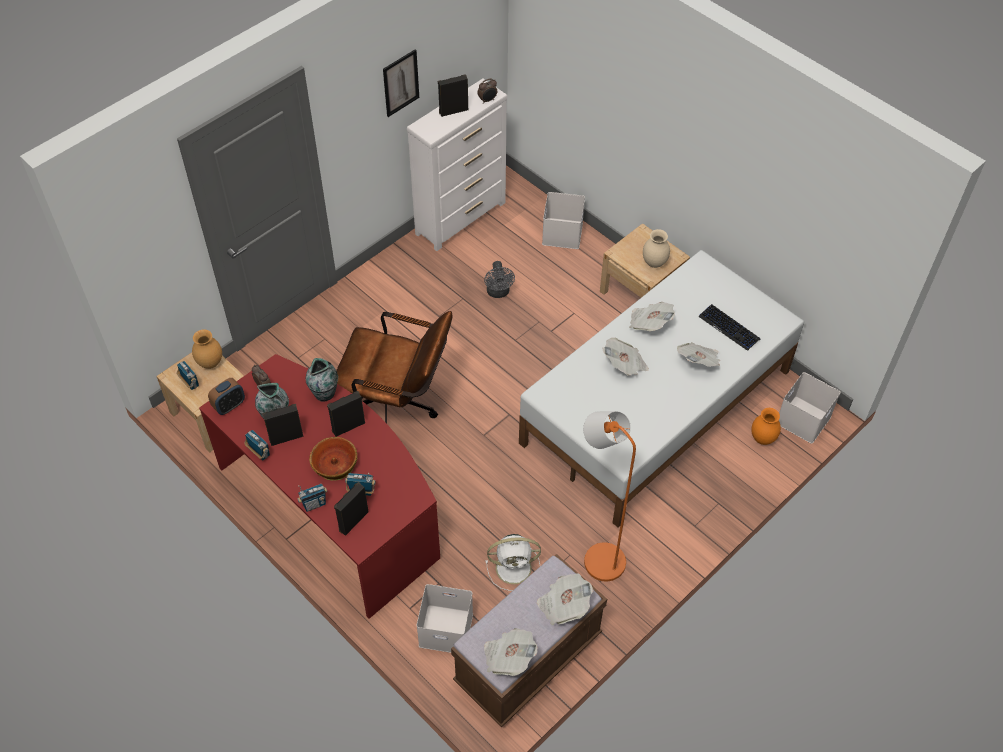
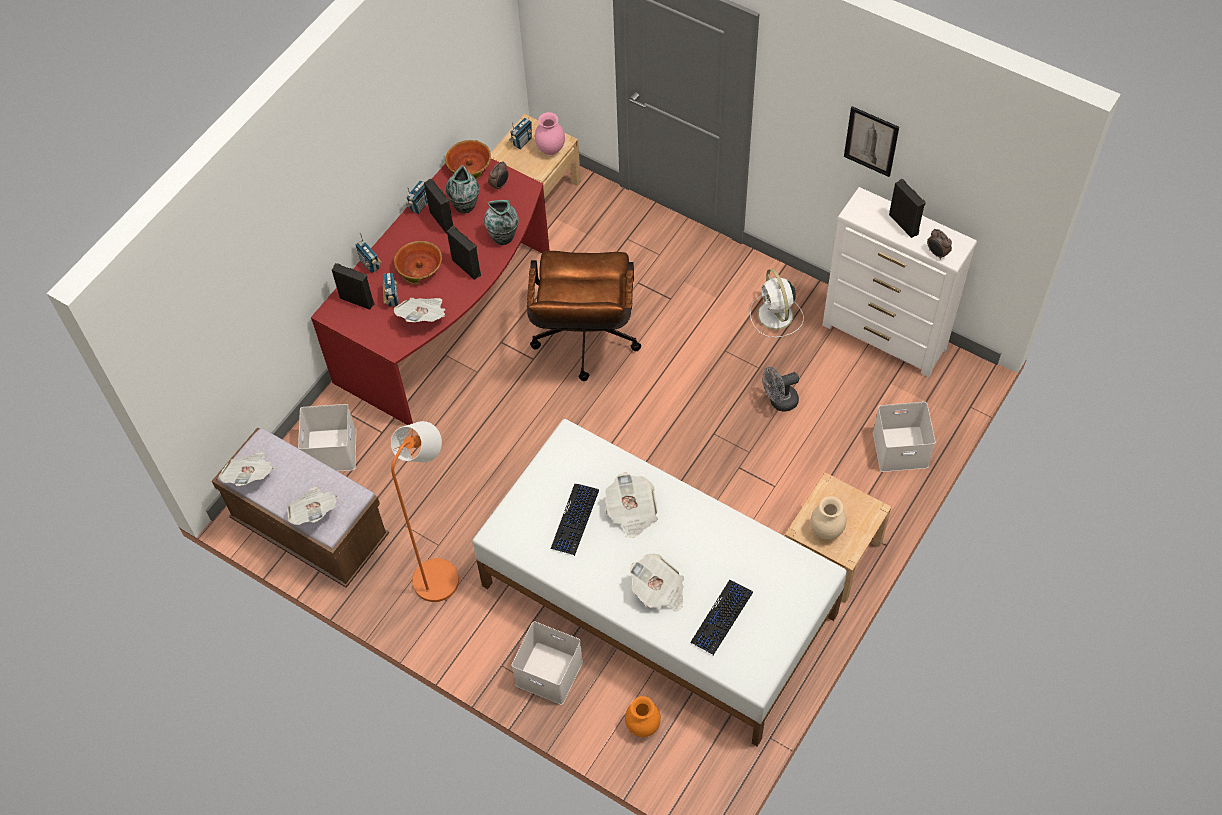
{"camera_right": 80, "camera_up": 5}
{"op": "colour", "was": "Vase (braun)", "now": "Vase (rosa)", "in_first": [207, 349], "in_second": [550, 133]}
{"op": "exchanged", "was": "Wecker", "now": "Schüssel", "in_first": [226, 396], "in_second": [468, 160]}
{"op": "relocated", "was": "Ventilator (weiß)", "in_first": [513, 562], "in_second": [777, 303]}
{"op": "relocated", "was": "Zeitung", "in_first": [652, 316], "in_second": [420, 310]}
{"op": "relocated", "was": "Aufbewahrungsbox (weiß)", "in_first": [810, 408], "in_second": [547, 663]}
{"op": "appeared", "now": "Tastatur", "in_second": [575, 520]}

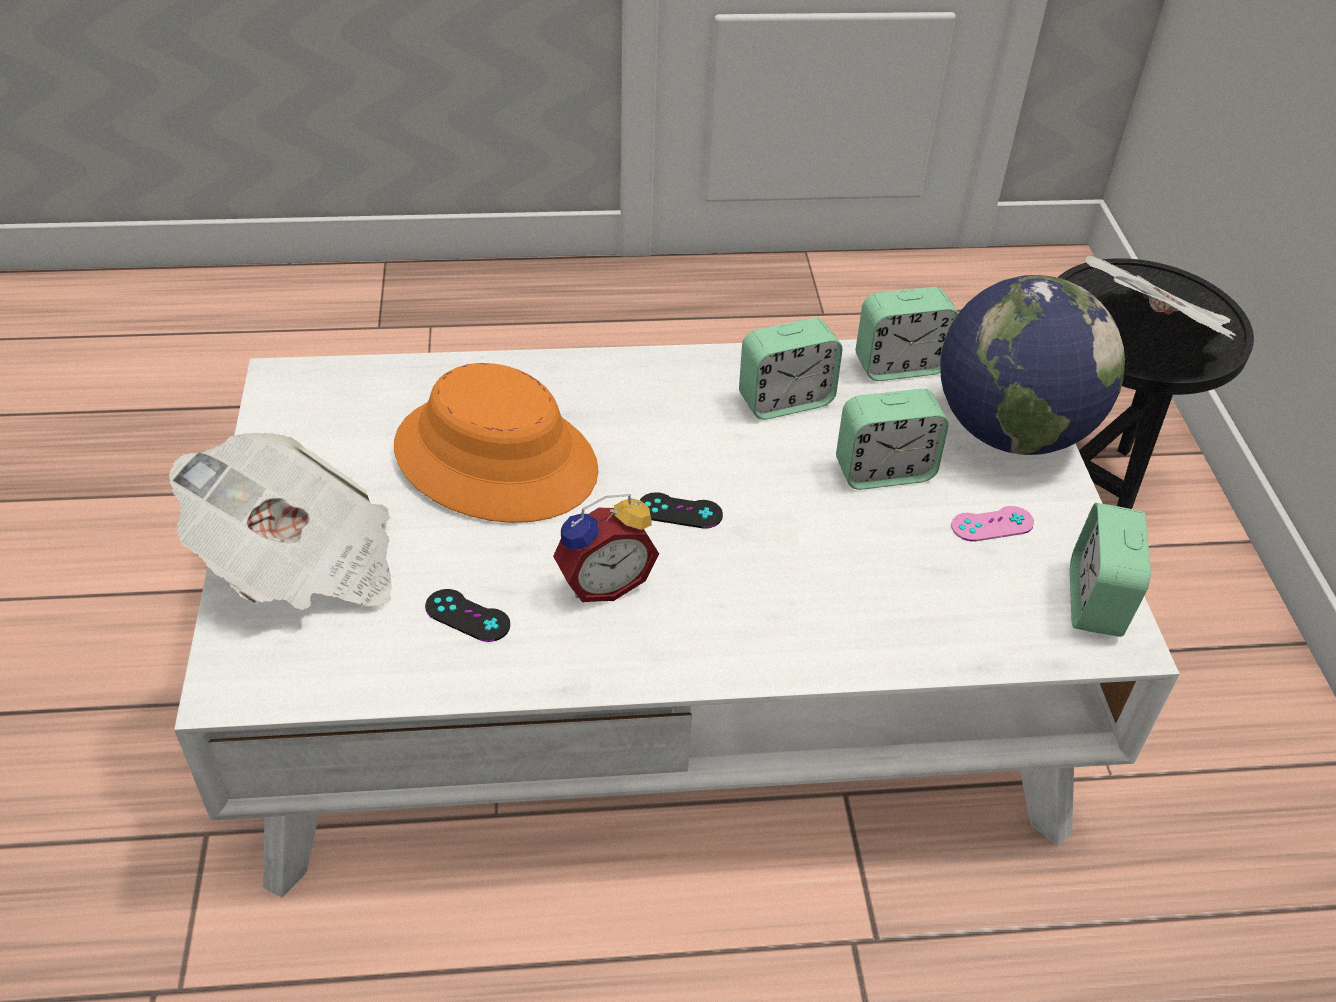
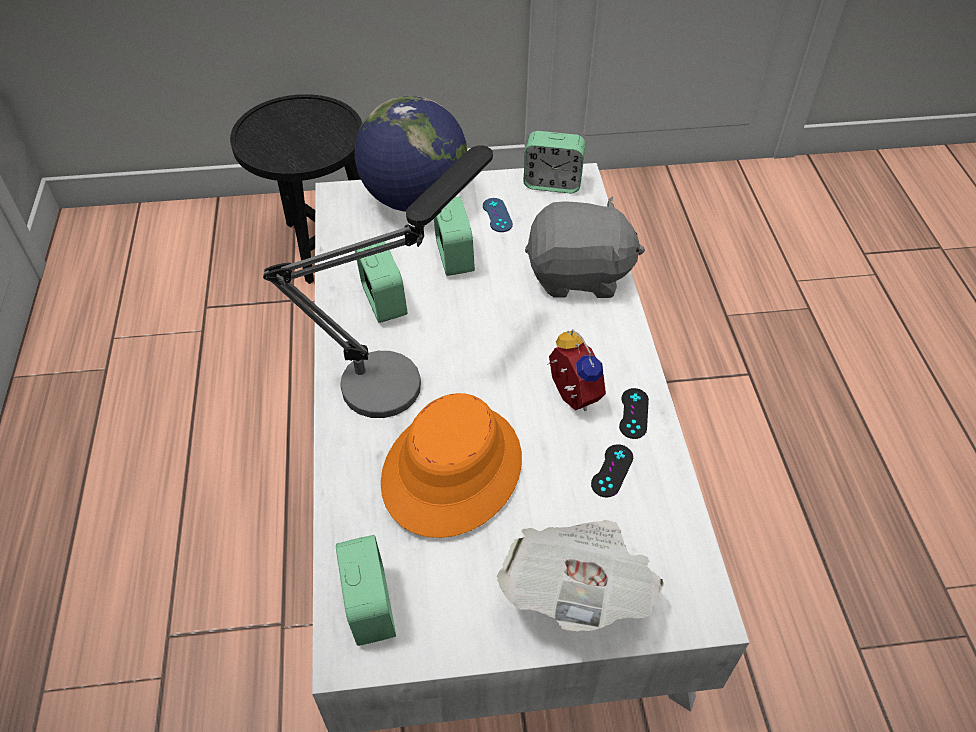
{"camera_right": -90, "camera_up": 5}
{"op": "relocated", "was": "Gamepad (schwarz)", "in_first": [681, 510], "in_second": [634, 413]}
{"op": "relocated", "was": "Wecker", "in_first": [907, 334], "in_second": [366, 590]}
{"op": "colour", "was": "Gamepad (rosa)", "now": "Gamepad (blau)", "in_first": [992, 524], "in_second": [498, 215]}
{"op": "missing", "was": "Zeitung", "in_first": [1160, 297]}
{"op": "appeared", "now": "Tischlampe", "in_second": [378, 281]}
{"op": "appeared", "now": "Plüschtier (grau)", "in_second": [585, 247]}

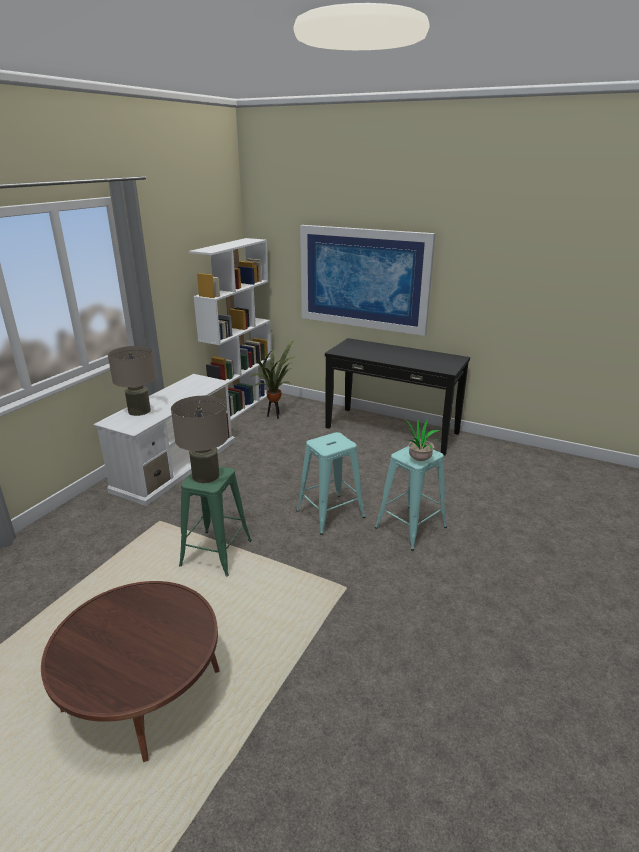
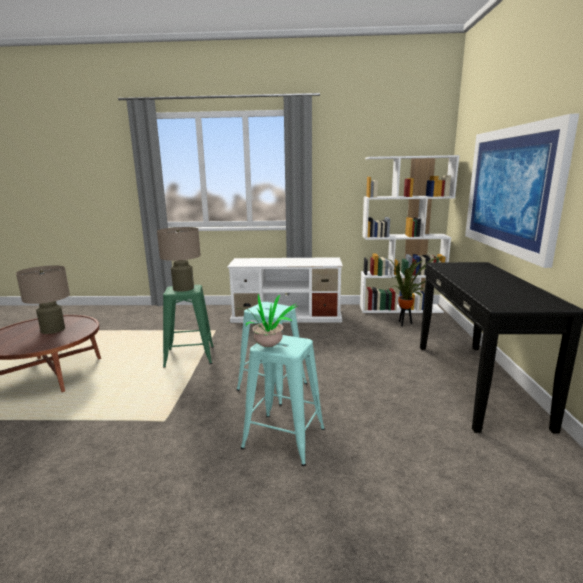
{"camera_right": 65, "camera_up": -10}
{"op": "relocated", "was": "Tischlampe (beige)", "in_first": [132, 381], "in_second": [43, 299]}

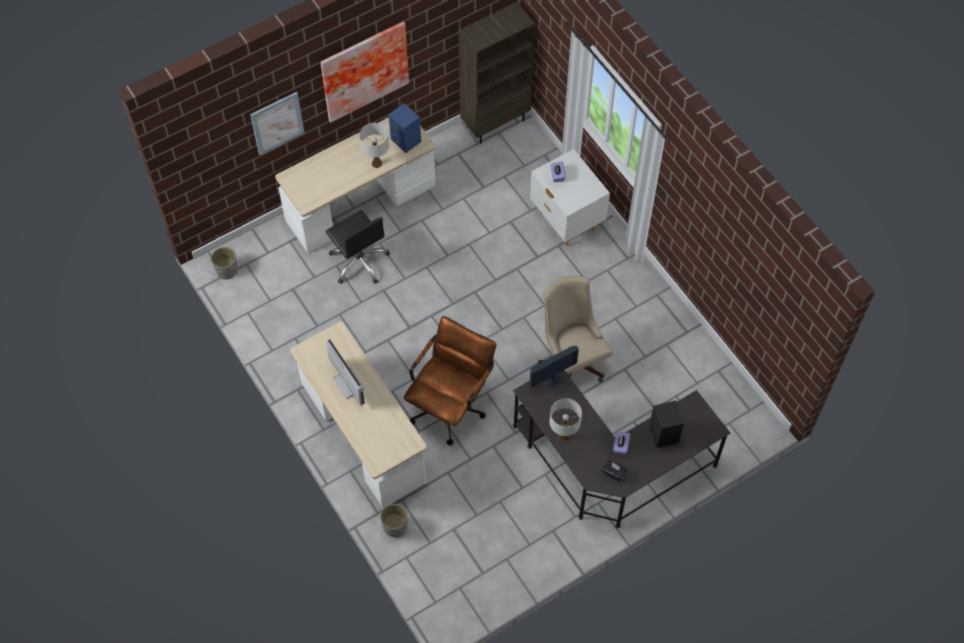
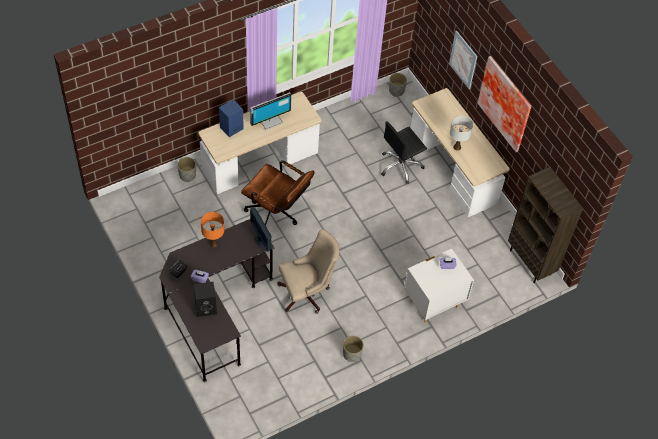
{"camera_right": 90, "camera_up": -5}
{"op": "relocated", "was": "Lautsprecher (blau)", "in_first": [405, 128], "in_second": [231, 118]}
{"op": "colour", "was": "Tischlampe (weiß)", "now": "Tischlampe (orange)", "in_first": [565, 419], "in_second": [212, 229]}
{"op": "appeared", "now": "Pflanzkübel (grau)", "in_second": [353, 349]}

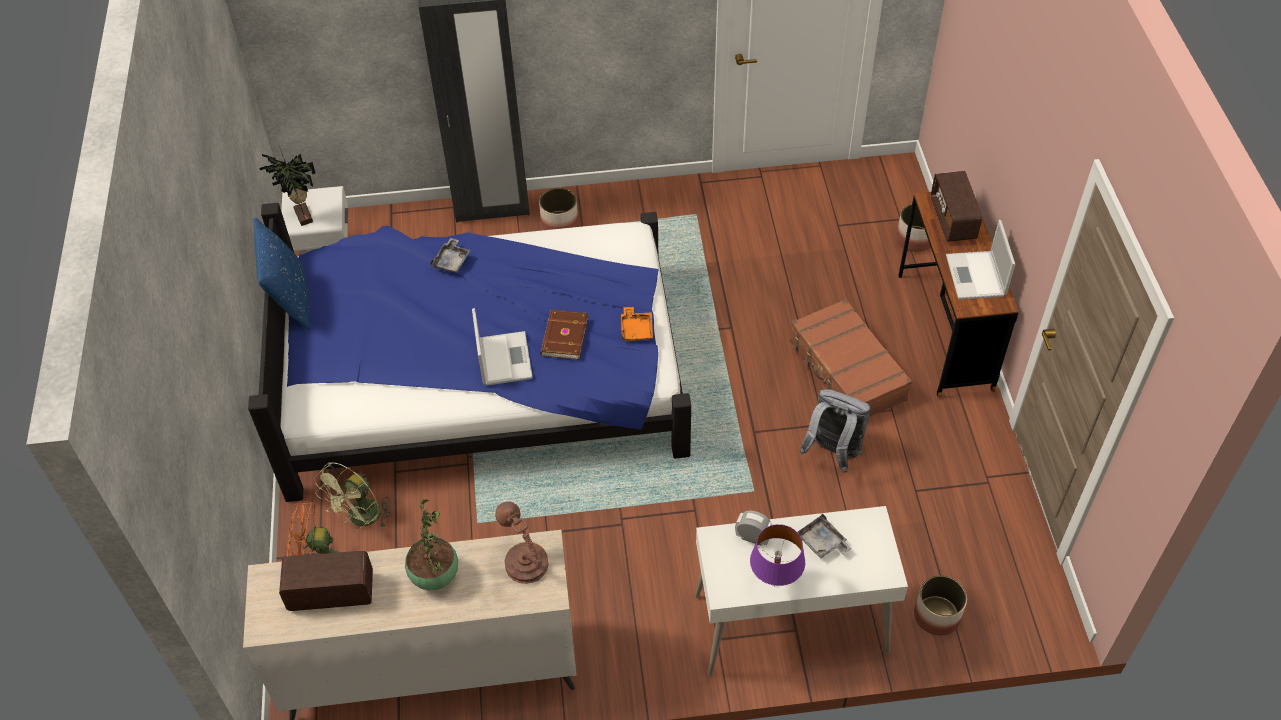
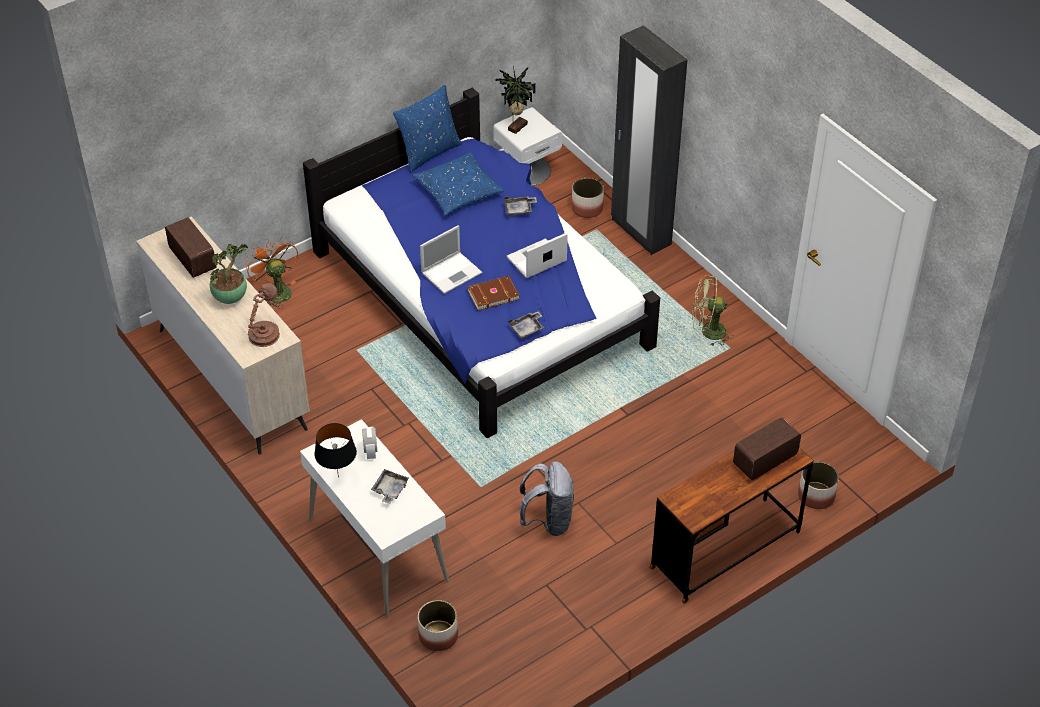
{"camera_right": 60, "camera_up": -5}
{"op": "relocated", "was": "Ventilator (grün)", "in_first": [353, 496], "in_second": [713, 311]}
{"op": "relocated", "was": "Pflanzkübel", "in_first": [559, 209], "in_second": [587, 198]}
{"op": "colour", "was": "Tablett (orange)", "now": "Tablett (grau)", "in_first": [637, 324], "in_second": [526, 325]}
{"op": "colour", "was": "Tischlampe (lila)", "now": "Tischlampe (schwarz)", "in_first": [777, 555], "in_second": [335, 450]}
{"op": "missing", "was": "Koffer (braun)", "in_first": [851, 357]}
{"op": "relocated", "was": "Laptop", "in_first": [980, 260], "in_second": [537, 255]}
{"op": "appeared", "now": "Kissen (blau)", "in_second": [458, 183]}

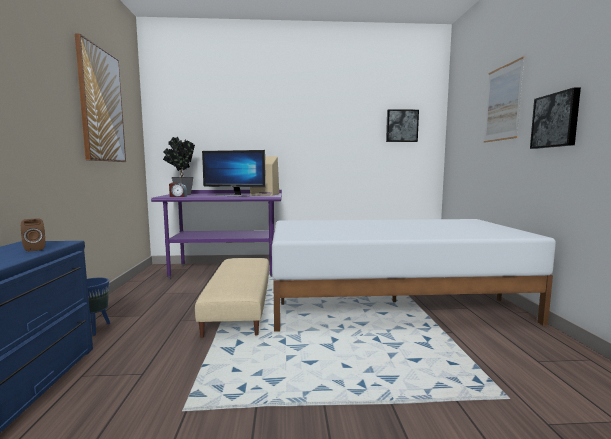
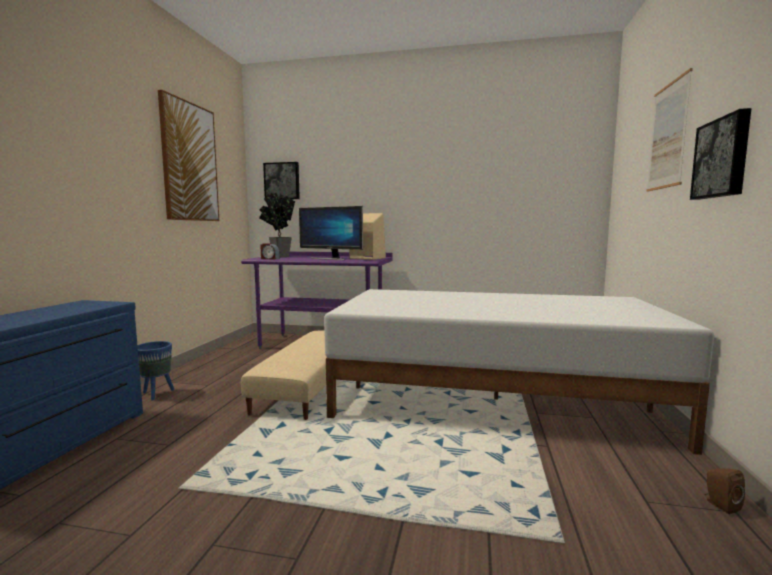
{"camera_right": 15, "camera_up": 0}
{"op": "relocated", "was": "Lautsprecher (braun)", "in_first": [33, 235], "in_second": [724, 491]}
{"op": "relocated", "was": "Bild", "in_first": [402, 125], "in_second": [281, 180]}

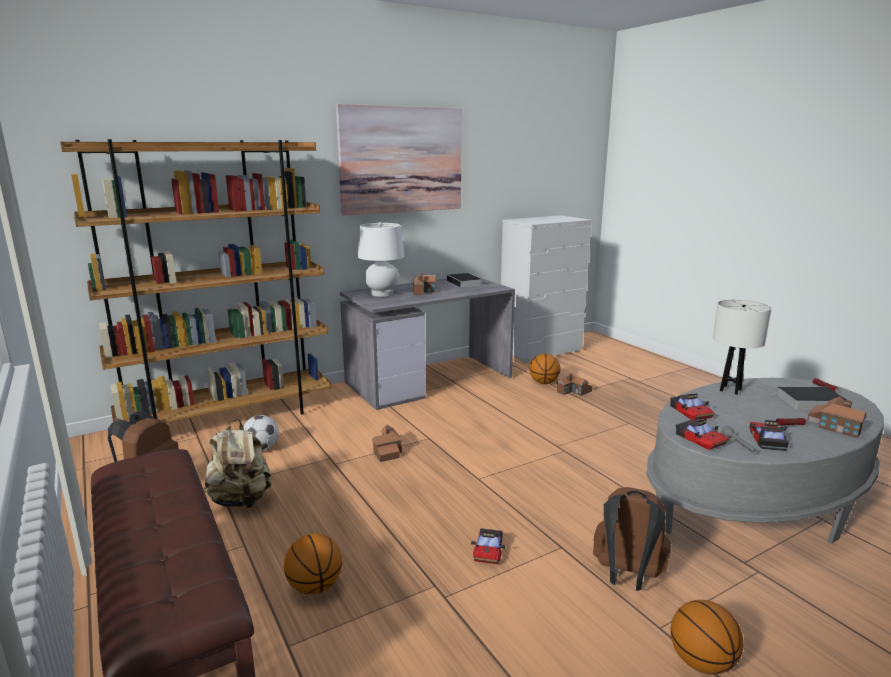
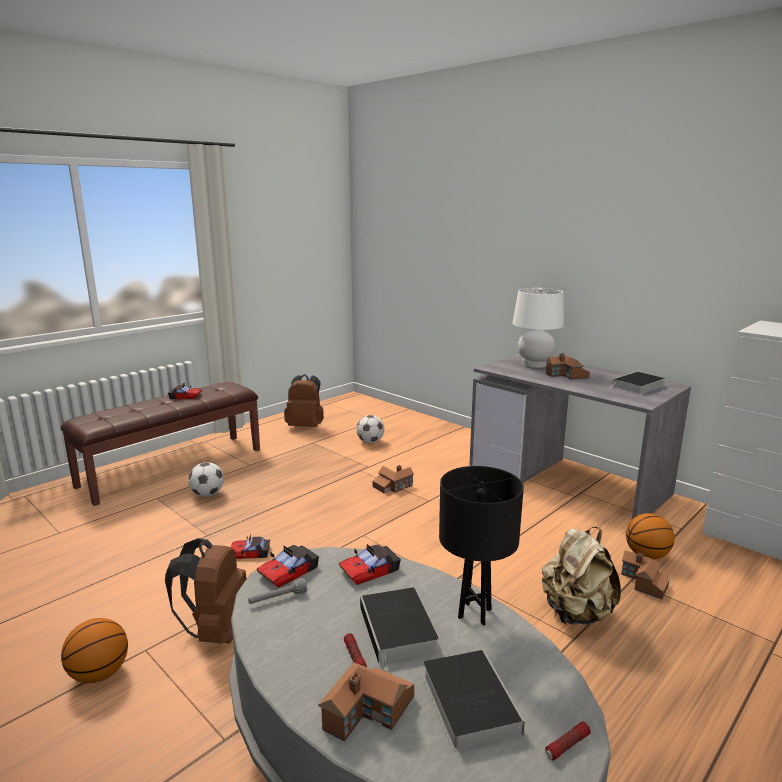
{"camera_right": 75, "camera_up": 0}
{"op": "missing", "was": "Bücherregal (braun)", "in_first": [195, 281]}
{"op": "relocated", "was": "Rucksack (beige)", "in_first": [237, 463], "in_second": [581, 576]}
{"op": "exchanged", "was": "Basketball", "now": "Fußball", "in_first": [313, 564], "in_second": [206, 479]}
{"op": "missing", "was": "Bild", "in_first": [399, 160]}
{"op": "colour", "was": "Tischlampe (weiß)", "now": "Tischlampe (schwarz)", "in_first": [742, 347], "in_second": [481, 545]}
{"op": "relocated", "was": "Spielzeugauto", "in_first": [769, 435], "in_second": [185, 390]}
{"op": "appeared", "now": "Buch", "in_second": [399, 630]}

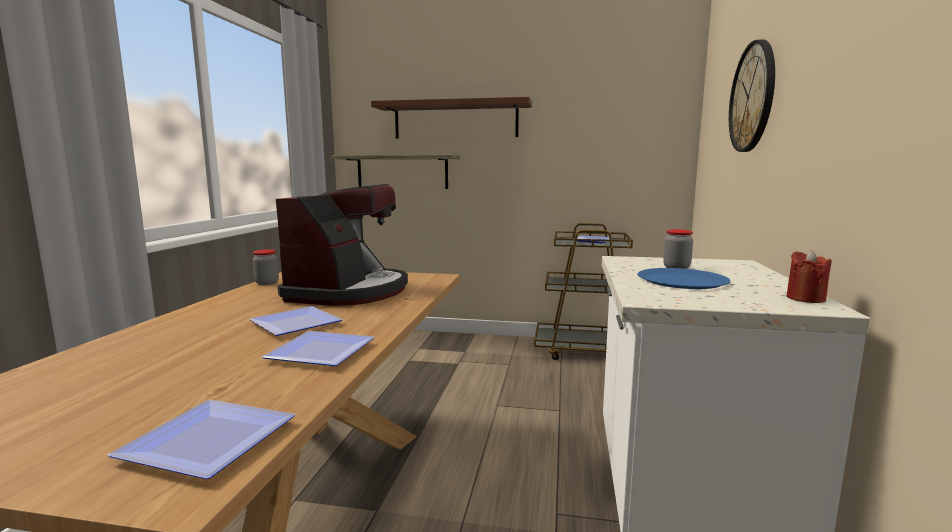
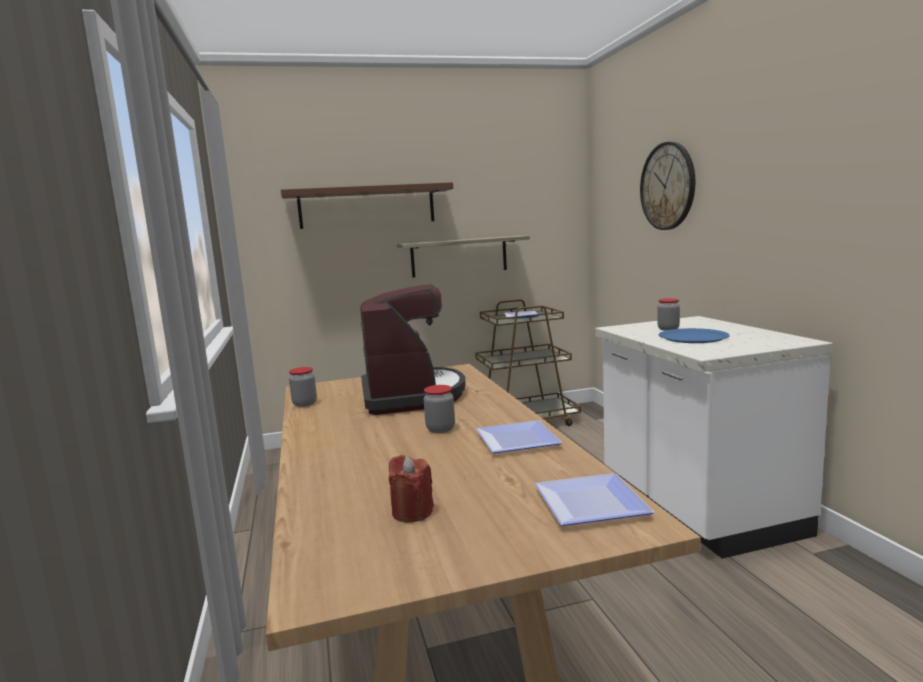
{"camera_right": -25, "camera_up": 0}
{"op": "exchanged", "was": "Teller", "now": "Vorratsglas", "in_first": [296, 321], "in_second": [439, 409]}
{"op": "relocated", "was": "Wandregal", "in_first": [395, 172], "in_second": [463, 257]}
{"op": "relocated", "was": "Kerze (rot)", "in_first": [809, 276], "in_second": [411, 488]}

